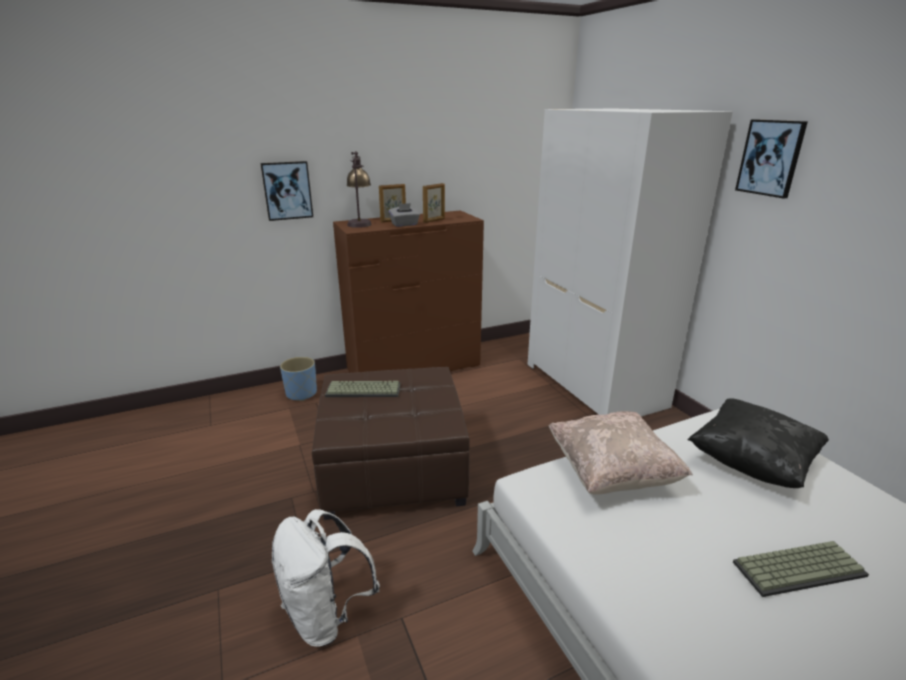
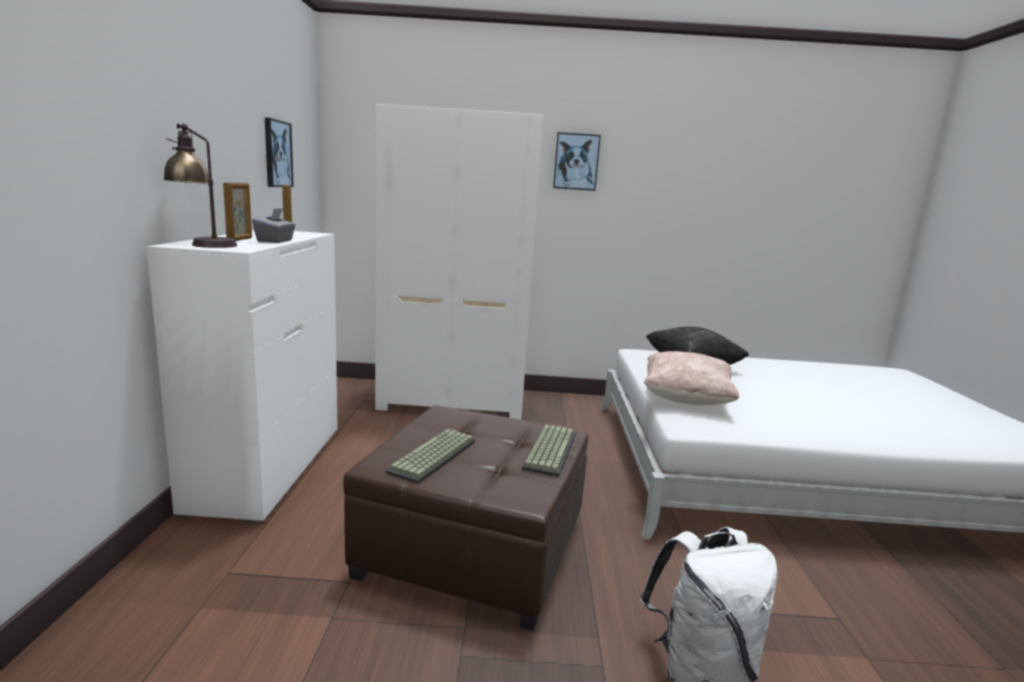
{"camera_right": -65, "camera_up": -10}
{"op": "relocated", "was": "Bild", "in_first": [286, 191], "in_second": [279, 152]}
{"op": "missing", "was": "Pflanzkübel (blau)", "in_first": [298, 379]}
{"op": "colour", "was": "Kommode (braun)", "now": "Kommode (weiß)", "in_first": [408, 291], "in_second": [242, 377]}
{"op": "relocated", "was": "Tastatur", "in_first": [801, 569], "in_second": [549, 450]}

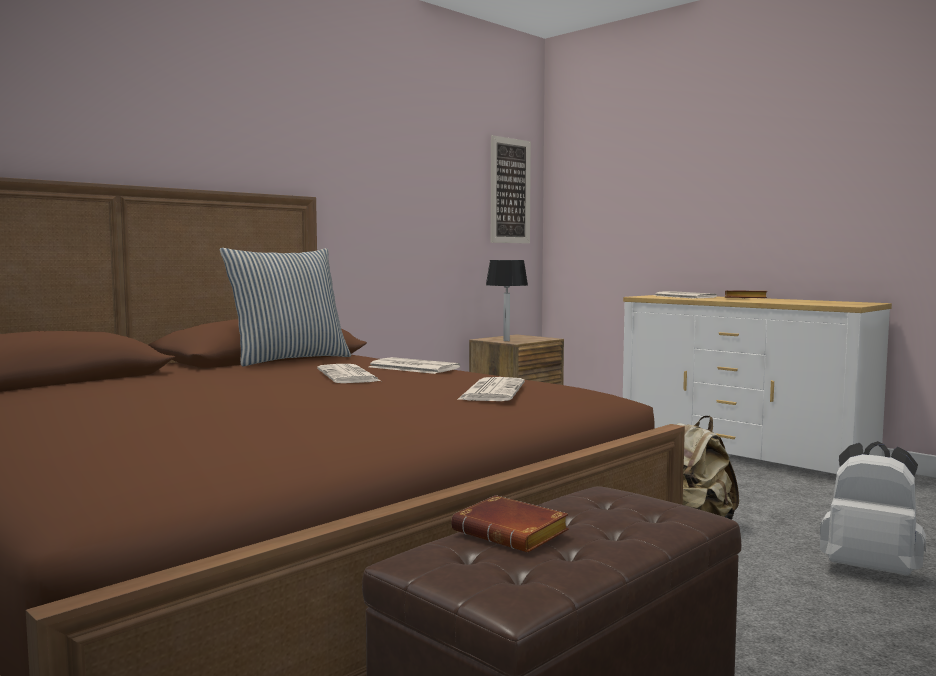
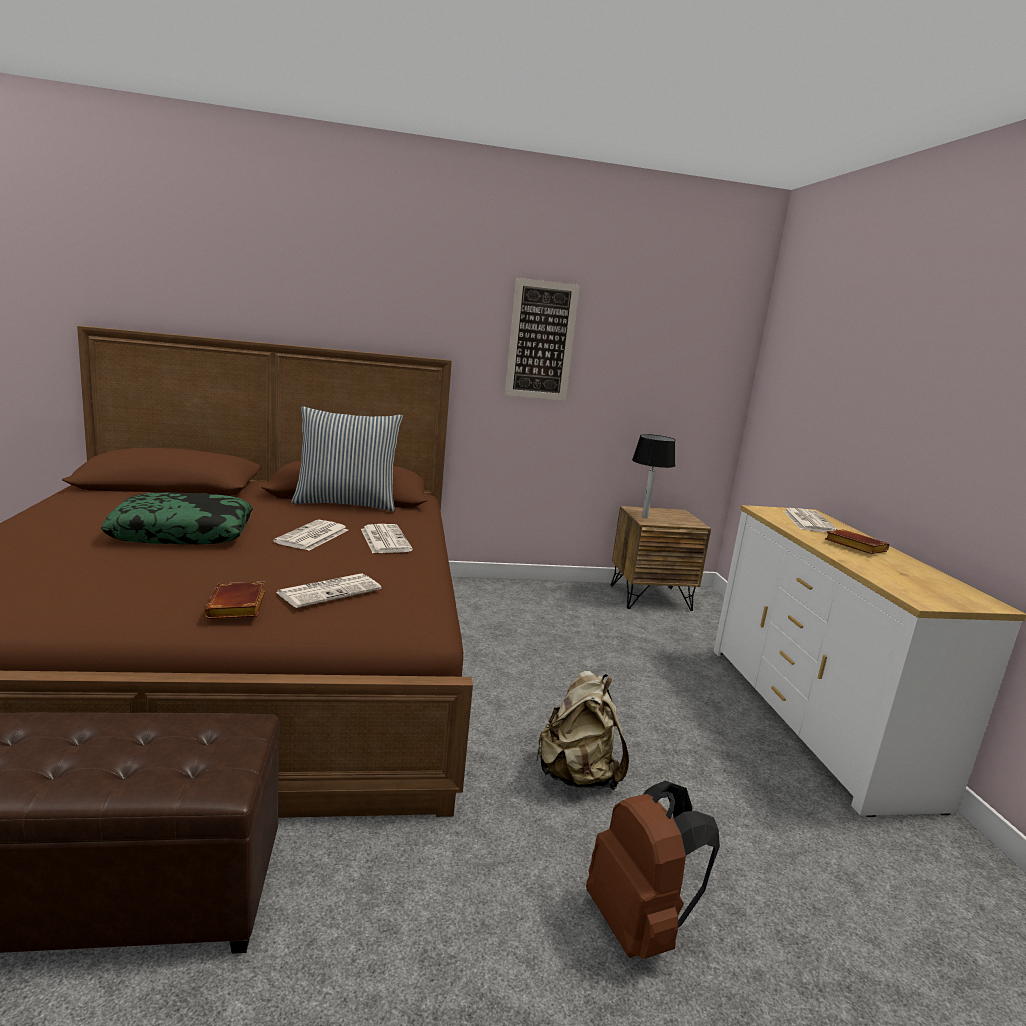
{"camera_right": 35, "camera_up": 10}
{"op": "relocated", "was": "Buch (braun)", "in_first": [510, 523], "in_second": [234, 600]}
{"op": "relocated", "was": "Bild", "in_first": [511, 189], "in_second": [542, 339]}
{"op": "colour", "was": "Rucksack (weiß)", "now": "Rucksack (braun)", "in_first": [873, 508], "in_second": [653, 869]}
{"op": "appeared", "now": "Kissen", "in_second": [177, 518]}

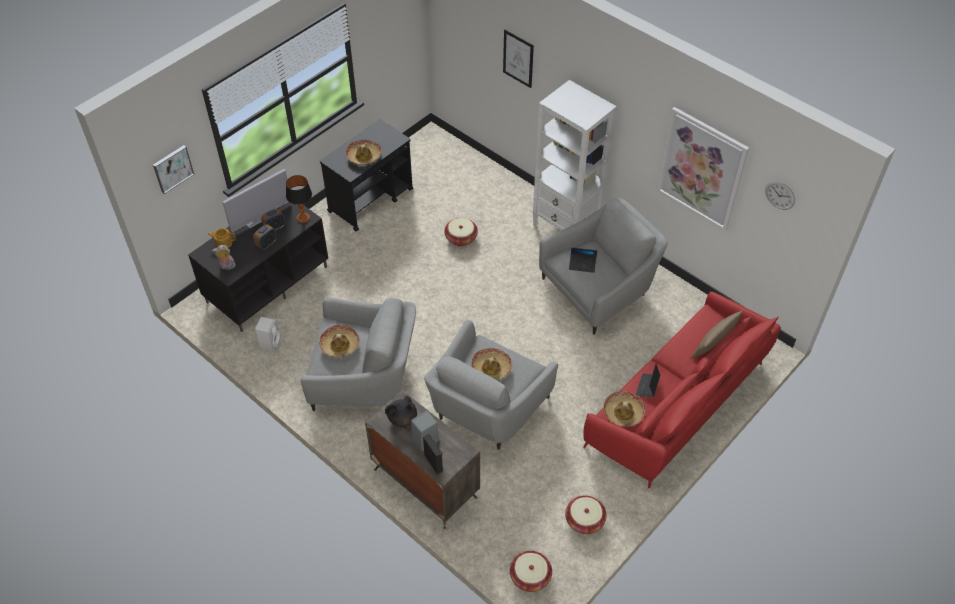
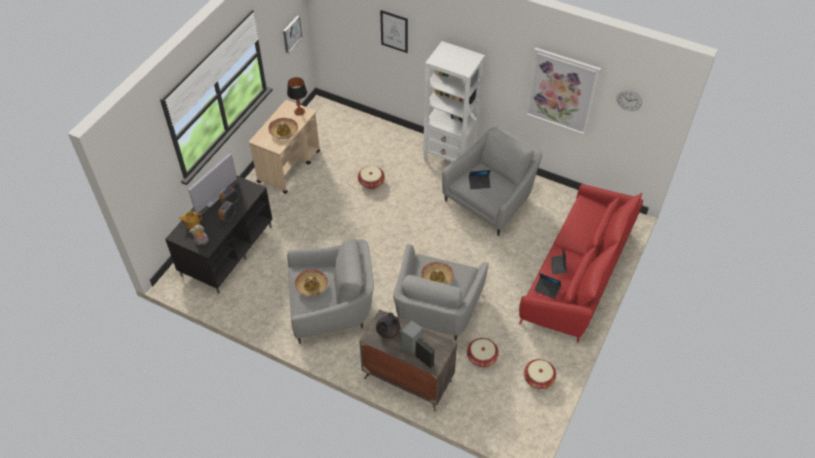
{"camera_right": -15, "camera_up": 0}
{"op": "relocated", "was": "Bild", "in_first": [173, 169], "in_second": [292, 34]}
{"op": "missing", "was": "Lautsprecher (weiß)", "in_first": [268, 333]}
{"op": "relocated", "was": "Tischlampe", "in_first": [299, 199], "in_second": [297, 96]}
{"op": "colour", "was": "Rollwagen (schwarz)", "now": "Rollwagen (beige)", "in_first": [366, 175], "in_second": [284, 147]}
{"op": "relocated", "was": "Korb", "in_first": [531, 571], "in_second": [483, 352]}
{"op": "exchanged", "was": "Hut", "now": "Laptop", "in_first": [624, 409], "in_second": [547, 286]}
{"op": "missing", "was": "Kissen (braun)", "in_first": [716, 334]}

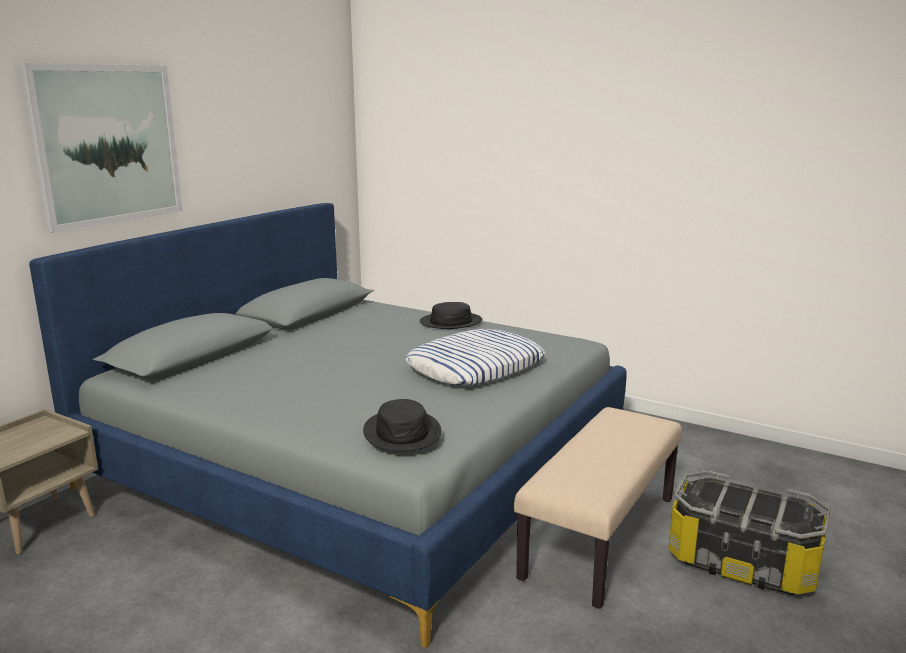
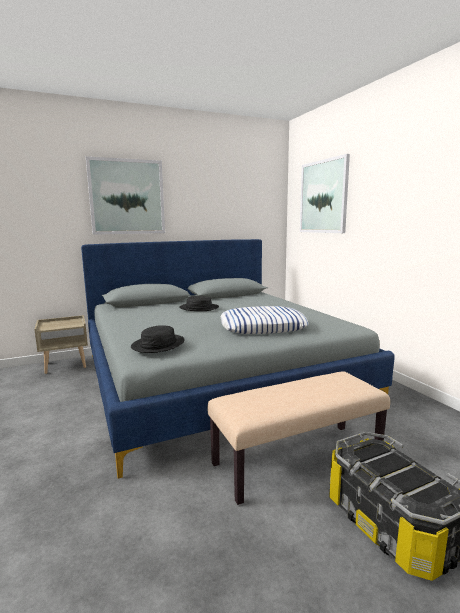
{"camera_right": 35, "camera_up": -5}
{"op": "relocated", "was": "Hut (schwarz)", "in_first": [451, 315], "in_second": [199, 303]}
{"op": "appeared", "now": "Bild", "in_second": [325, 193]}

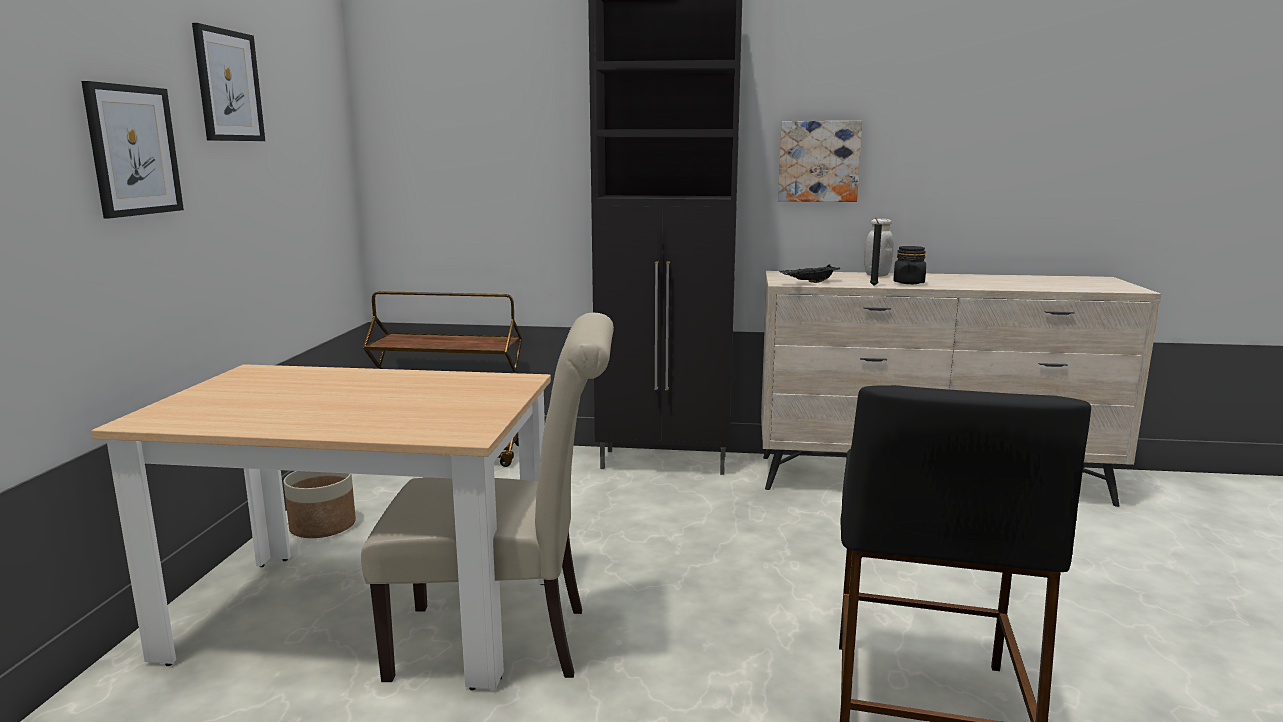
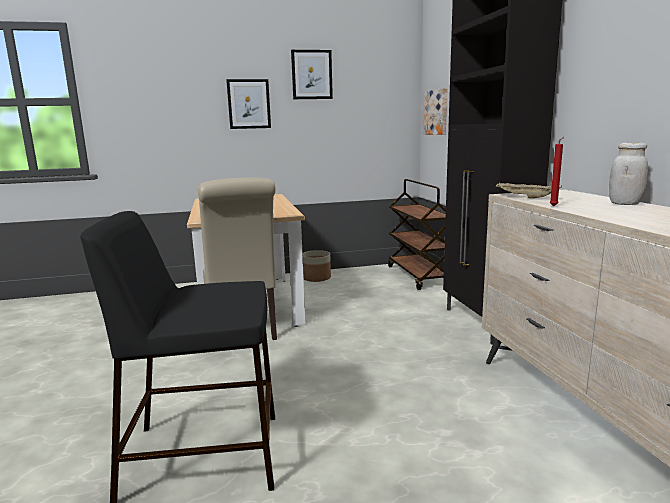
{"camera_right": 70, "camera_up": 0}
{"op": "relocated", "was": "Bild", "in_first": [820, 161], "in_second": [436, 111]}
{"op": "colour", "was": "Tablett (schwarz)", "now": "Tablett (beige)", "in_first": [809, 273], "in_second": [529, 190]}
{"op": "colour", "was": "Kerze (schwarz)", "now": "Kerze (rot)", "in_first": [876, 251], "in_second": [556, 171]}
{"op": "missing", "was": "Vorratsglas (schwarz)", "in_first": [909, 265]}

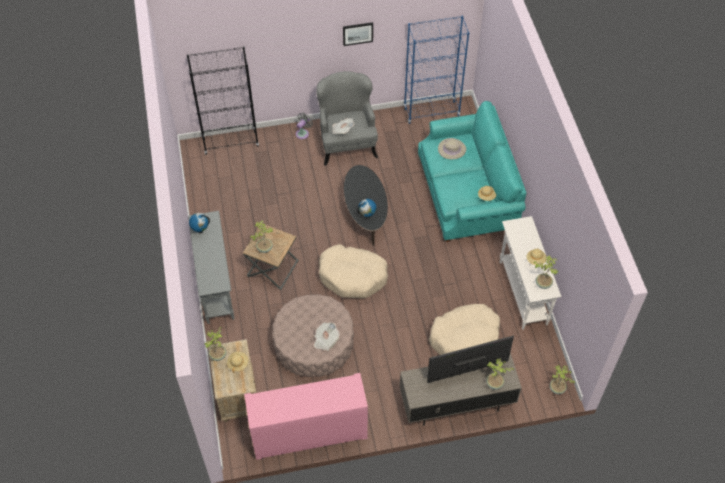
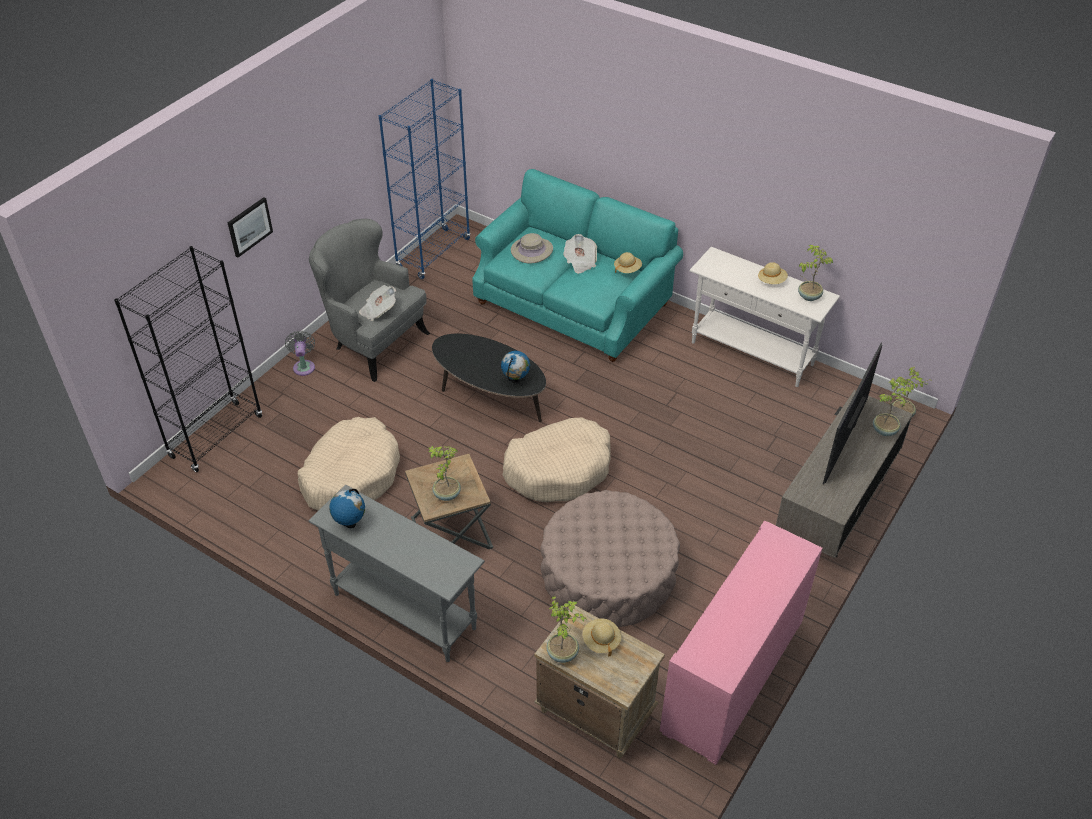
{"camera_right": -45, "camera_up": -10}
{"op": "relocated", "was": "Zeitung", "in_first": [327, 336], "in_second": [580, 254]}
{"op": "relocated", "was": "Bild", "in_first": [358, 34], "in_second": [250, 227]}
{"op": "relocated", "was": "Hundebett (beige)", "in_first": [464, 329], "in_second": [349, 464]}

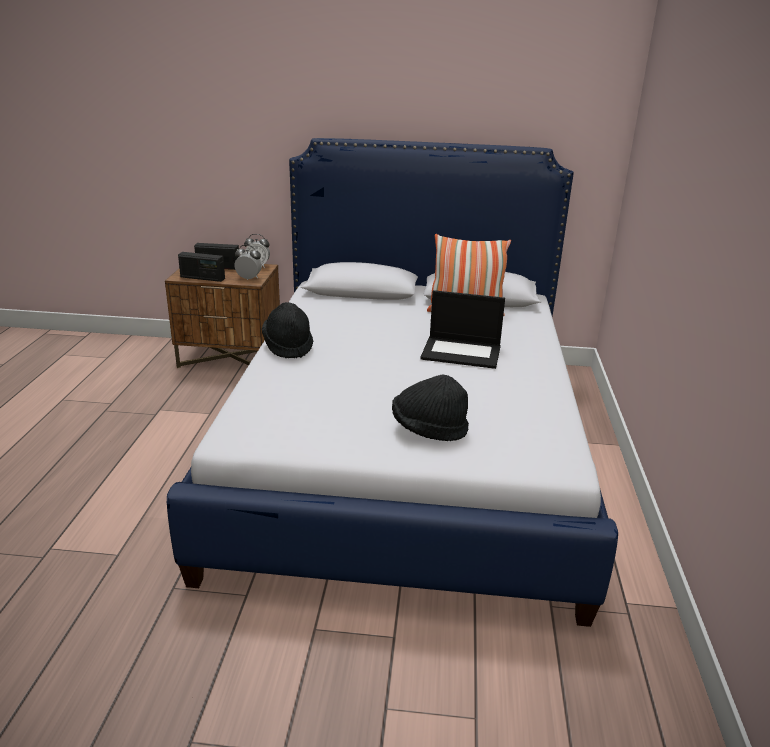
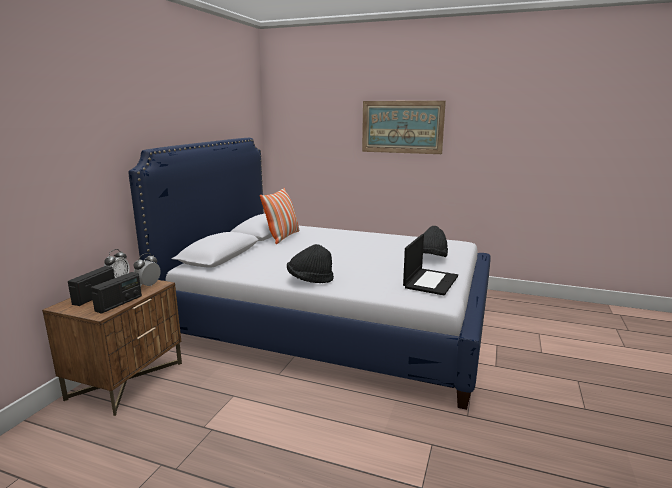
{"camera_right": -75, "camera_up": -10}
{"op": "relocated", "was": "Laptop", "in_first": [462, 329], "in_second": [430, 264]}
{"op": "appeared", "now": "Bild", "in_second": [404, 127]}

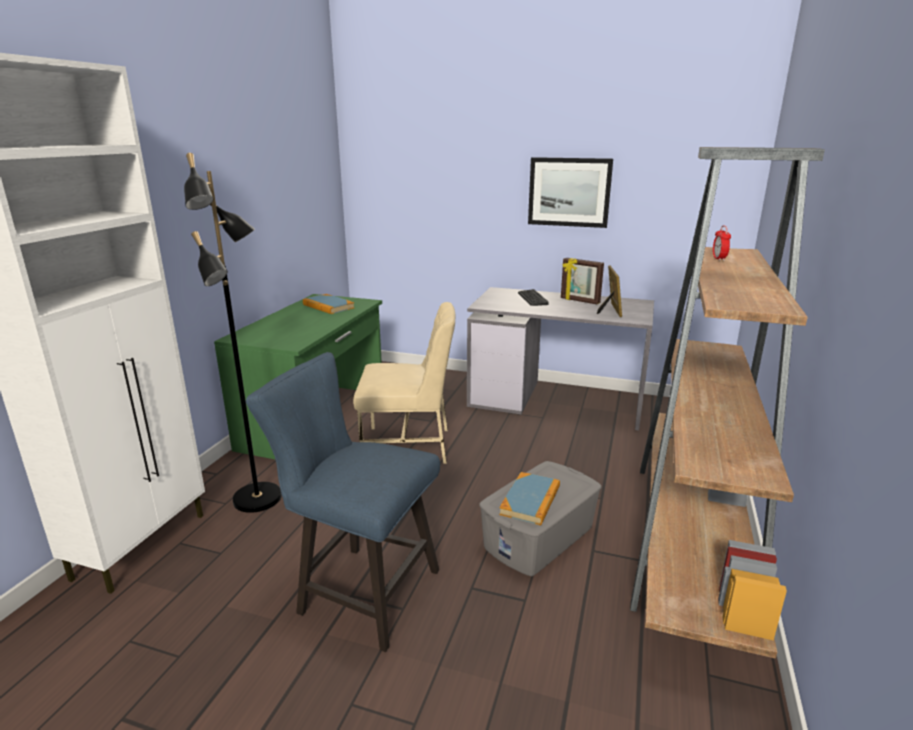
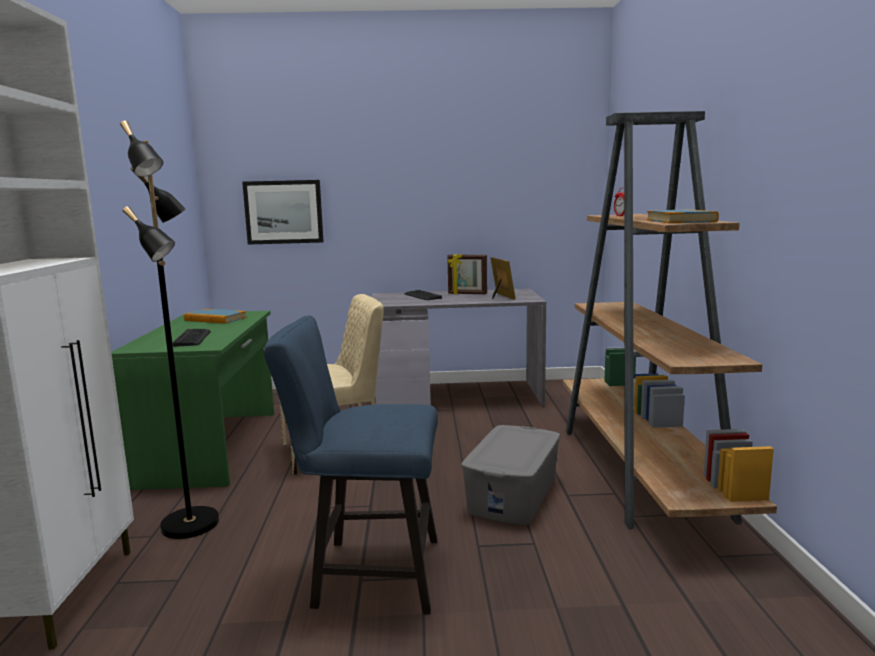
{"camera_right": -20, "camera_up": -10}
{"op": "relocated", "was": "Buch", "in_first": [529, 498], "in_second": [683, 216]}
{"op": "relocated", "was": "Bild", "in_first": [570, 192], "in_second": [283, 212]}
{"op": "appeared", "now": "Tastatur", "in_second": [192, 338]}

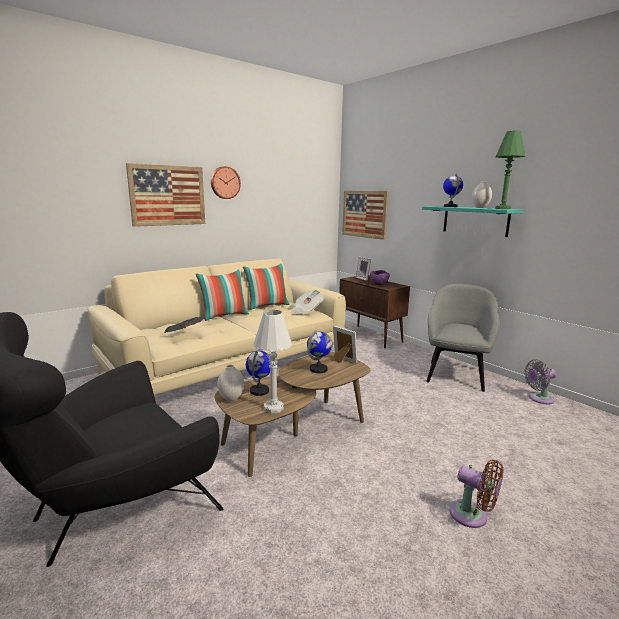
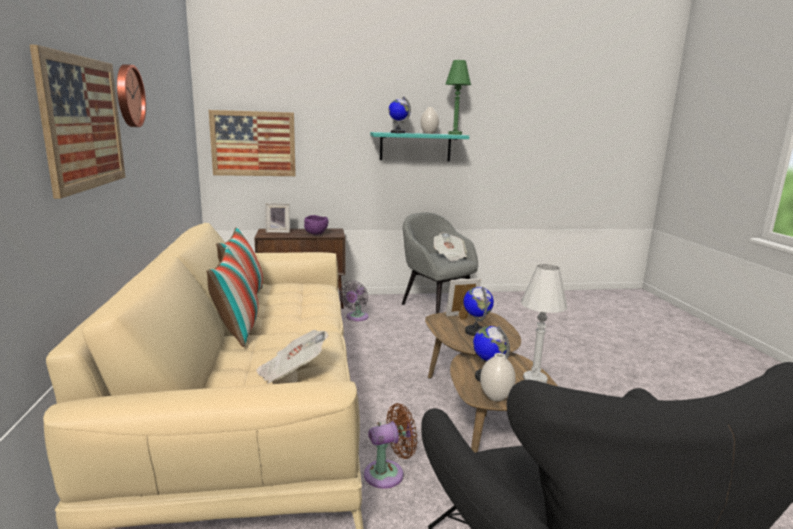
{"camera_right": -60, "camera_up": 0}
{"op": "relocated", "was": "Zeitung", "in_first": [307, 302], "in_second": [450, 247]}
{"op": "relocated", "was": "Ventilator (braun)", "in_first": [476, 494], "in_second": [390, 446]}
{"op": "relocated", "was": "Ventilator (grau)", "in_first": [540, 381], "in_second": [354, 300]}

